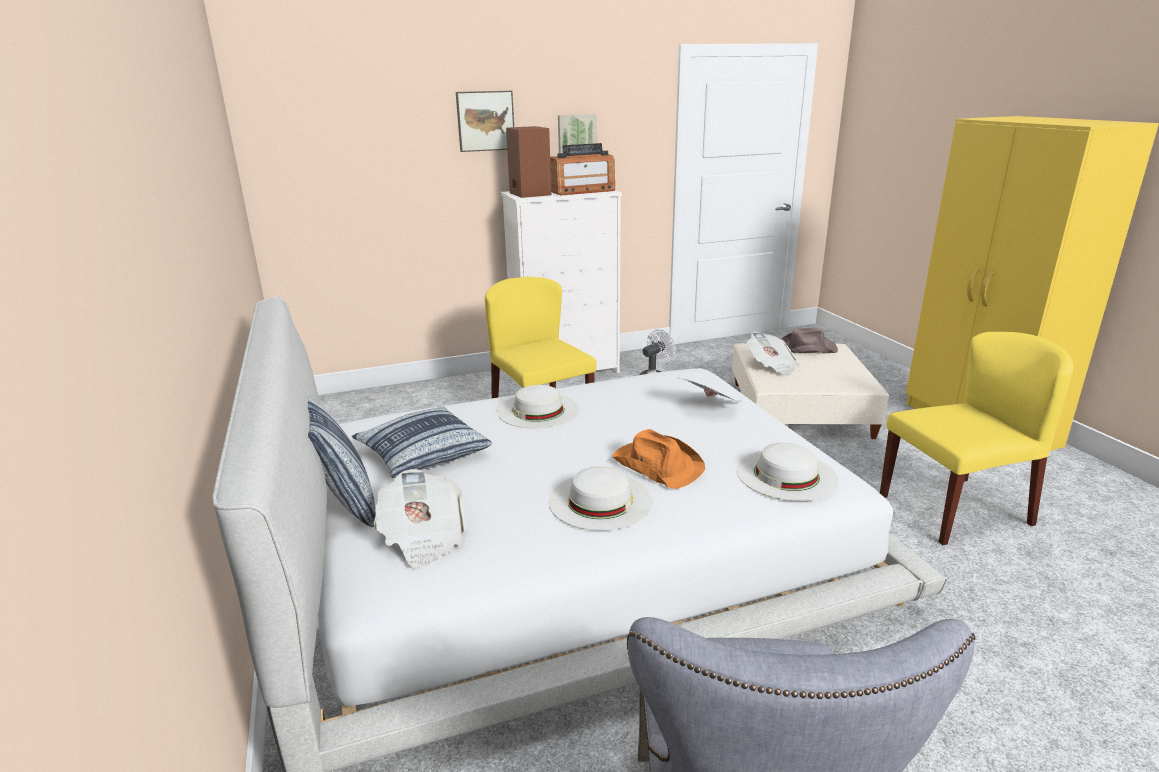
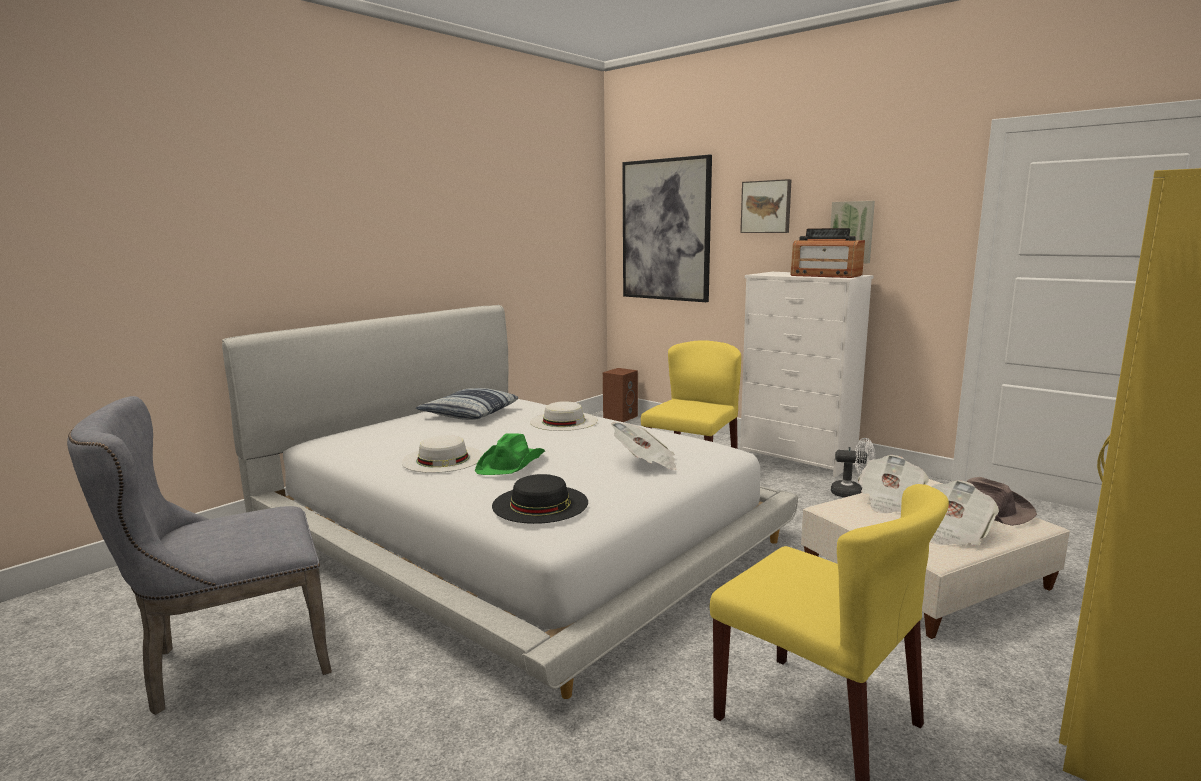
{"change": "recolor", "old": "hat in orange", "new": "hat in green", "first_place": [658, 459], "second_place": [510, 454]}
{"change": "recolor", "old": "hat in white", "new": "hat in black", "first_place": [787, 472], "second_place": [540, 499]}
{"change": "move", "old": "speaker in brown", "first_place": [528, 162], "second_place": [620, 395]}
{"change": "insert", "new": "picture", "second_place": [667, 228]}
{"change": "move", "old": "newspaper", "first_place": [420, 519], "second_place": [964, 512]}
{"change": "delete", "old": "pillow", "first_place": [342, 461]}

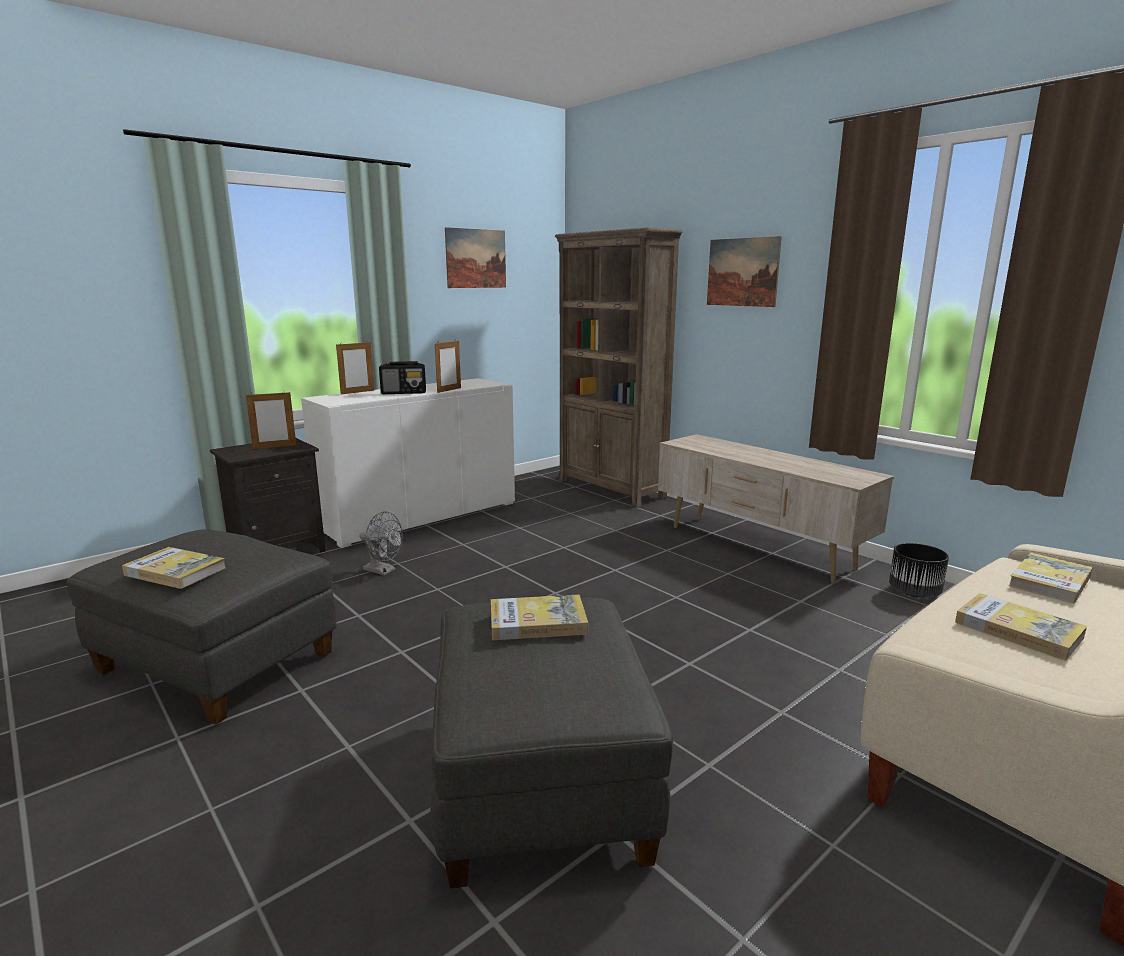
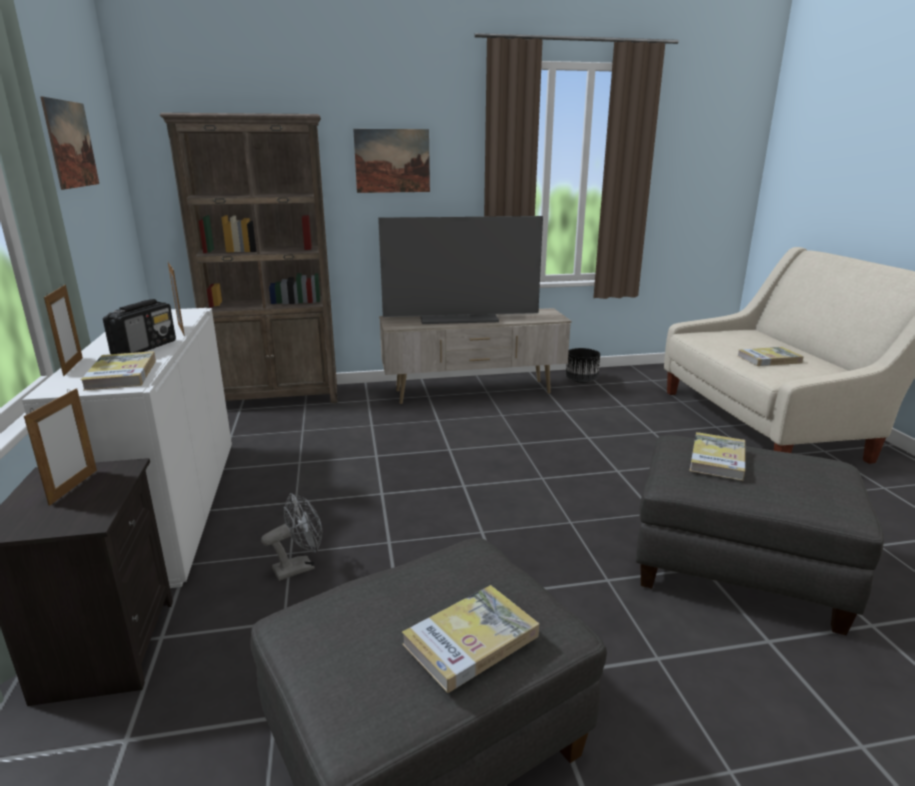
{"change": "move", "old": "book", "first_place": [1050, 578], "second_place": [118, 371]}
{"change": "insert", "new": "television", "second_place": [460, 270]}

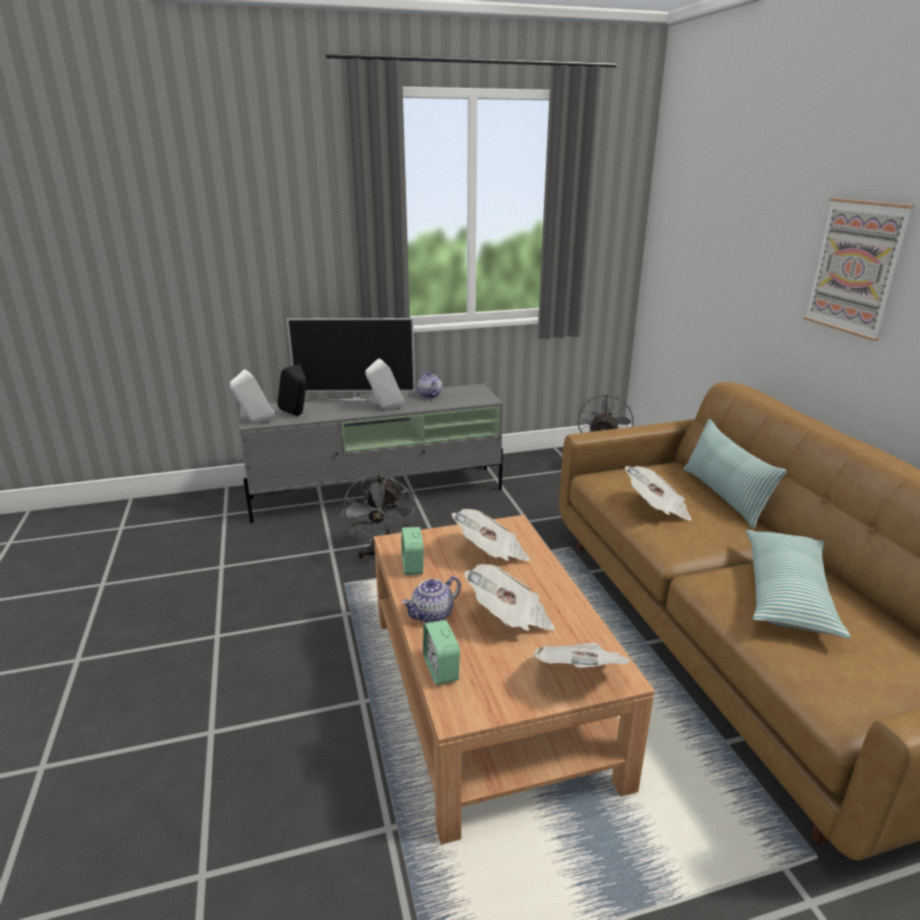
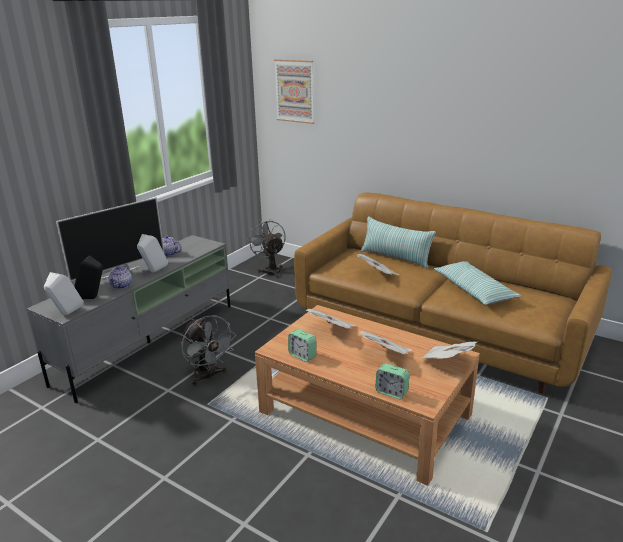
{"change": "move", "old": "teapot", "first_place": [431, 599], "second_place": [120, 276]}
{"change": "move", "old": "picture", "first_place": [859, 269], "second_place": [294, 91]}

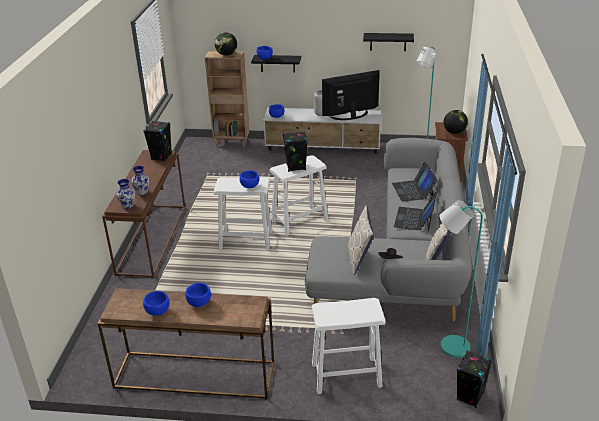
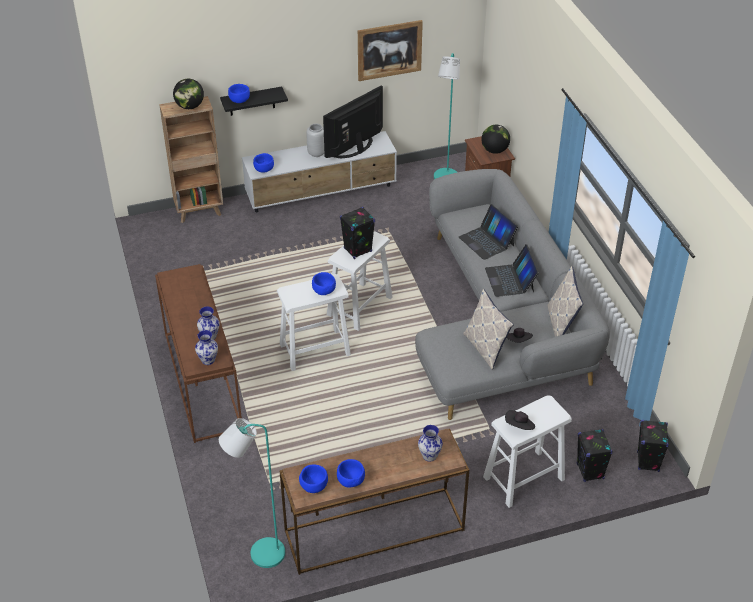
{"change": "move", "old": "floor lamp in turquoise", "first_place": [461, 279], "second_place": [252, 493]}
{"change": "move", "old": "bowl in blue", "first_place": [198, 295], "second_place": [313, 479]}
{"change": "replace", "old": "shelf in black", "new": "picture", "first_place": [388, 42], "second_place": [390, 50]}
{"change": "insert", "new": "vase", "second_place": [430, 443]}
{"change": "insert", "new": "hat in black", "second_place": [520, 420]}
{"change": "move", "old": "speaker in black", "first_place": [158, 141], "second_place": [595, 455]}

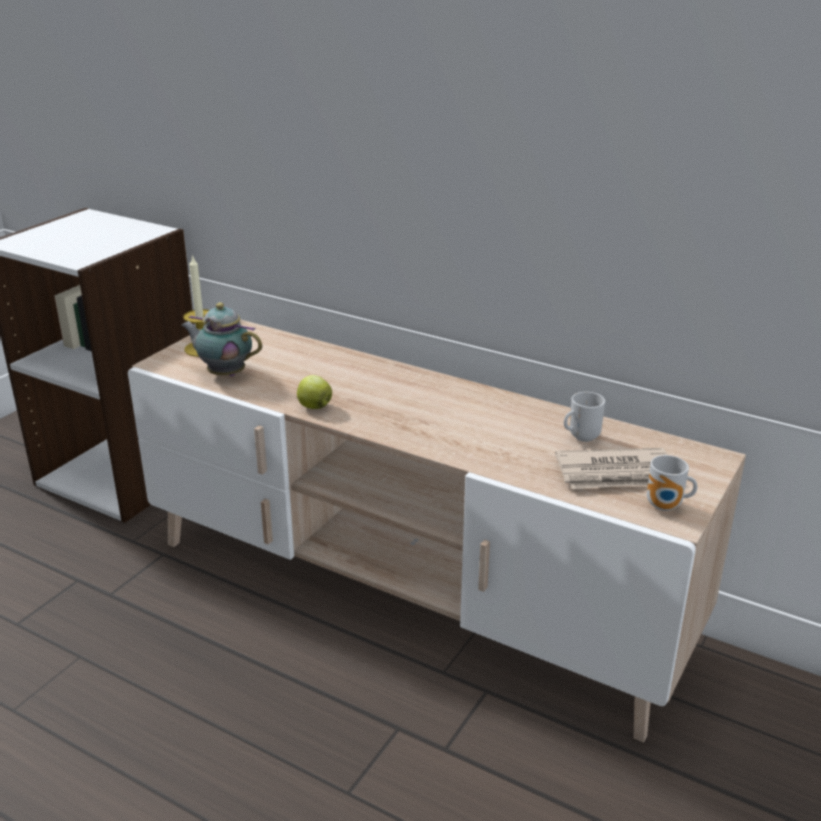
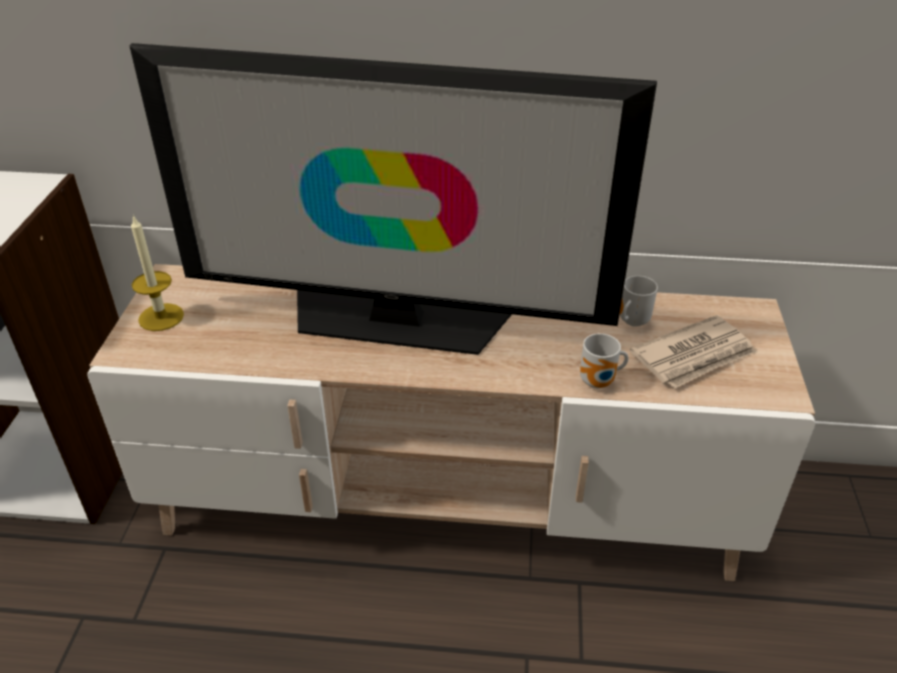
{"change": "insert", "new": "television", "second_place": [393, 199]}
{"change": "move", "old": "mug", "first_place": [672, 483], "second_place": [604, 360]}
{"change": "delete", "old": "teapot", "first_place": [221, 339]}
{"change": "delete", "old": "apple", "first_place": [314, 392]}

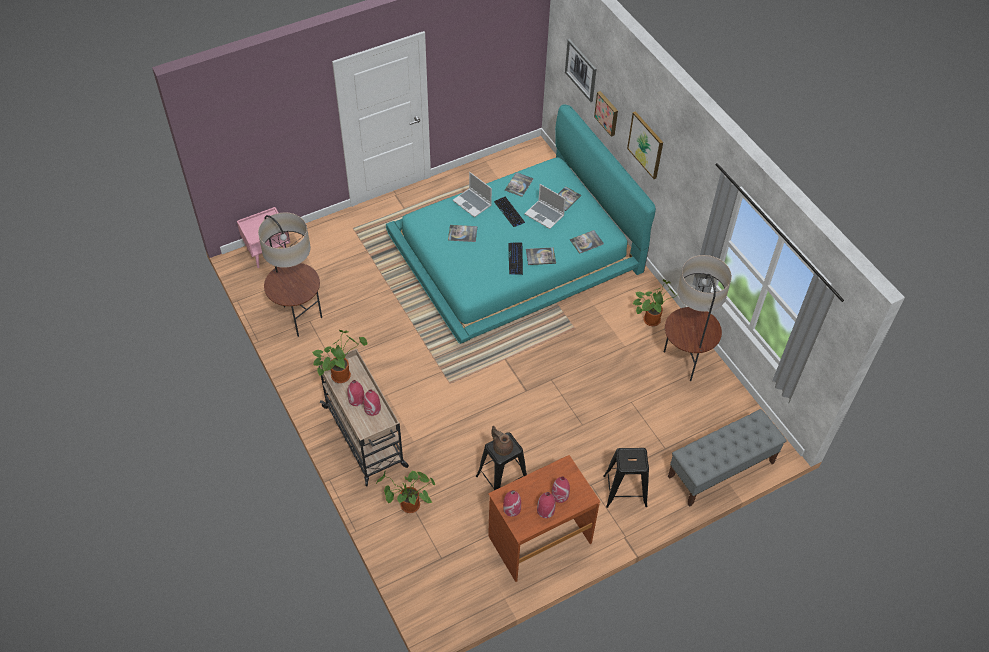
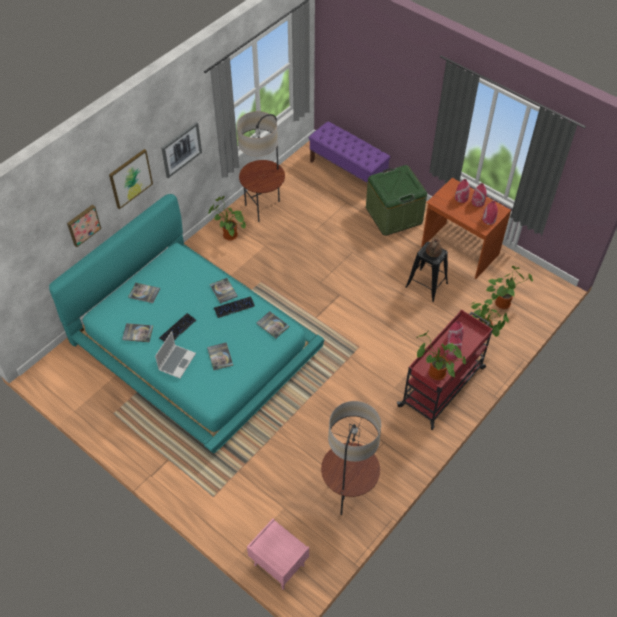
{"change": "move", "old": "picture", "first_place": [580, 70], "second_place": [181, 150]}
{"change": "move", "old": "book", "first_place": [587, 242], "second_place": [272, 324]}
{"change": "recolor", "old": "bench in grey", "new": "bench in purple", "first_place": [727, 458], "second_place": [349, 152]}
{"change": "replace", "old": "stool in black", "new": "storage box in green", "first_place": [626, 478], "second_place": [396, 200]}
{"change": "recolor", "old": "cart in beige", "new": "cart in red", "first_place": [364, 417], "second_place": [445, 370]}
{"change": "insert", "new": "potted plant", "second_place": [509, 287]}
{"change": "delete", "old": "laptop", "first_place": [545, 206]}

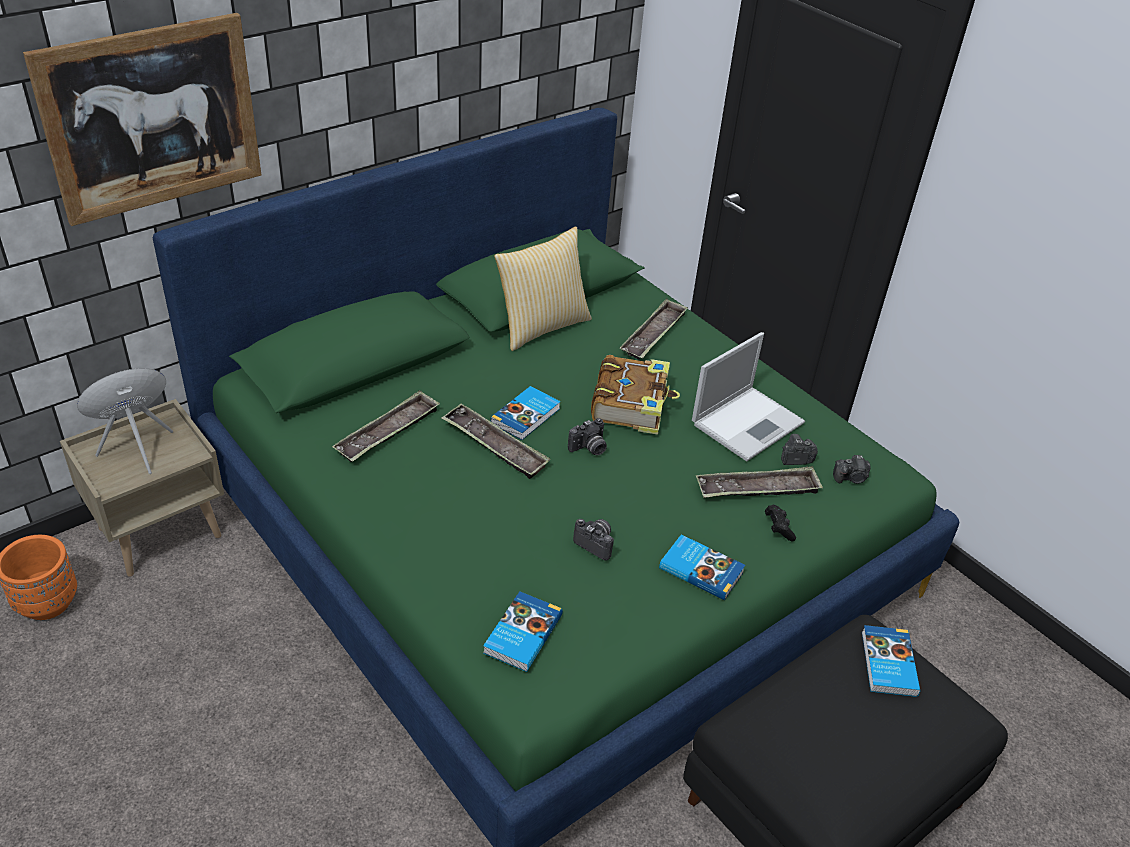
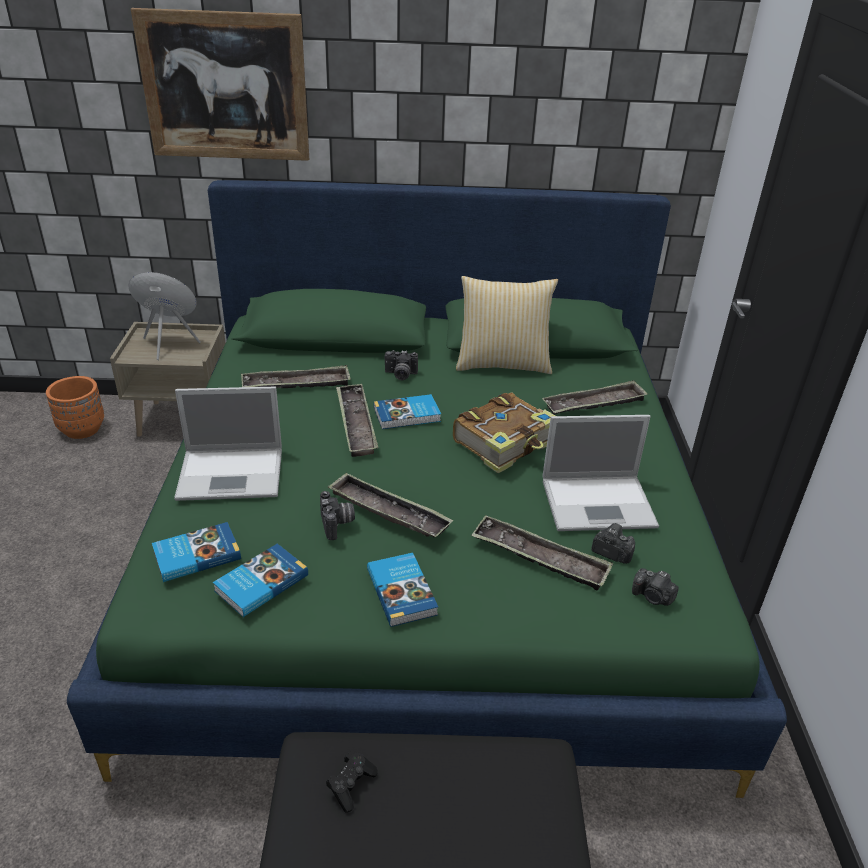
{"change": "insert", "new": "laptop", "second_place": [228, 444]}
{"change": "move", "old": "book", "first_place": [891, 661], "second_place": [260, 580]}
{"change": "move", "old": "game controller in black", "first_place": [780, 523], "second_place": [352, 781]}
{"change": "insert", "new": "tray", "second_place": [390, 504]}
{"change": "move", "old": "photo camera", "first_place": [587, 436], "second_place": [401, 365]}

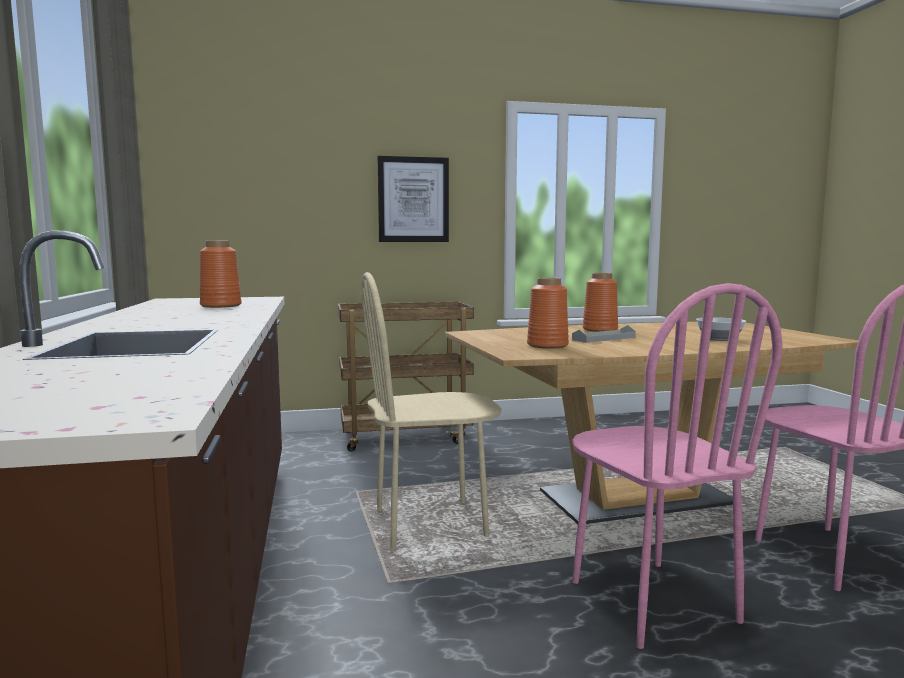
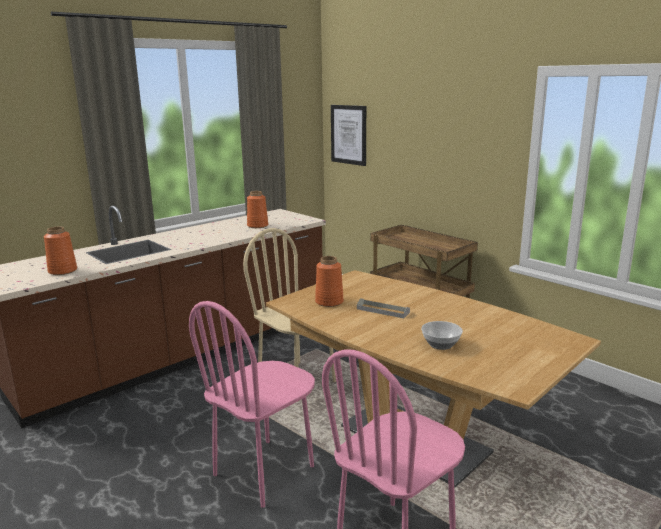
{"change": "move", "old": "vase in orange", "first_place": [600, 302], "second_place": [60, 251]}
{"change": "move", "old": "picture", "first_place": [413, 199], "second_place": [348, 135]}

